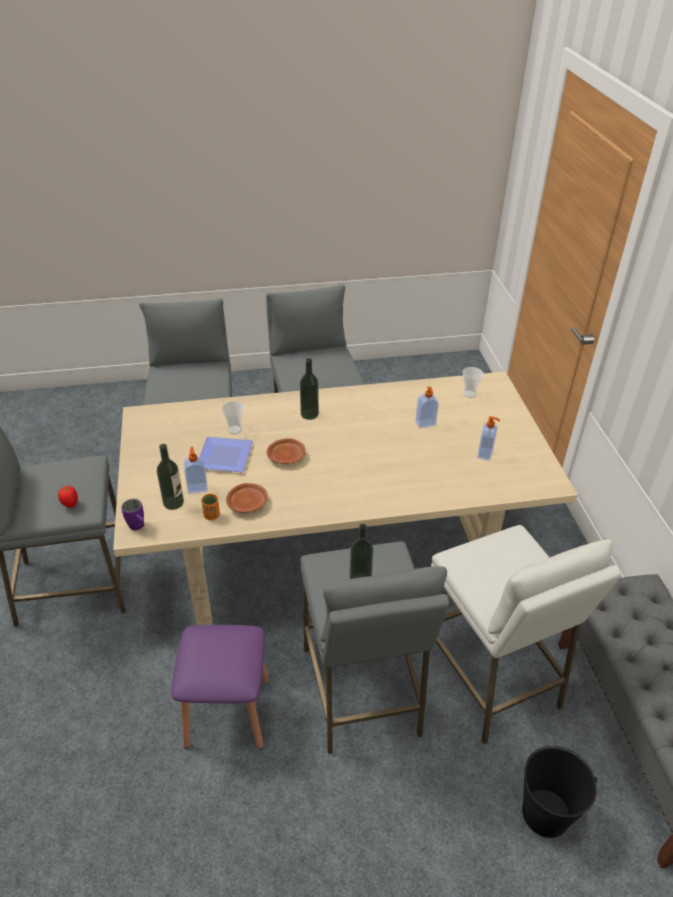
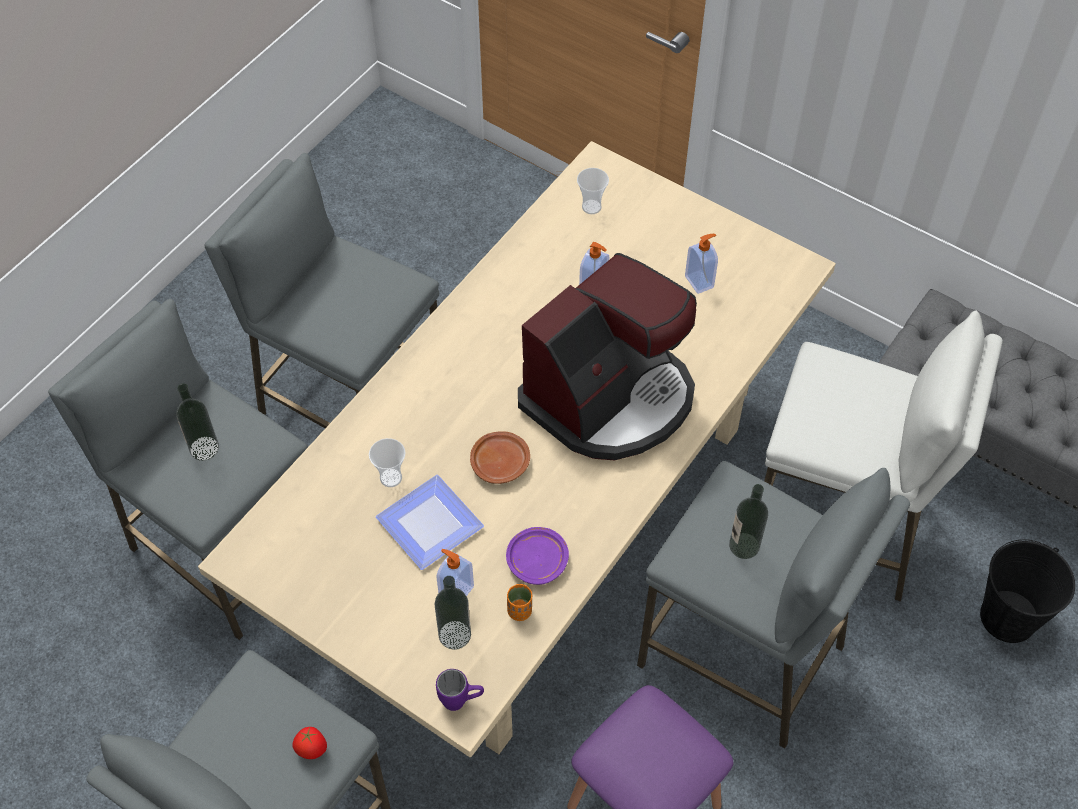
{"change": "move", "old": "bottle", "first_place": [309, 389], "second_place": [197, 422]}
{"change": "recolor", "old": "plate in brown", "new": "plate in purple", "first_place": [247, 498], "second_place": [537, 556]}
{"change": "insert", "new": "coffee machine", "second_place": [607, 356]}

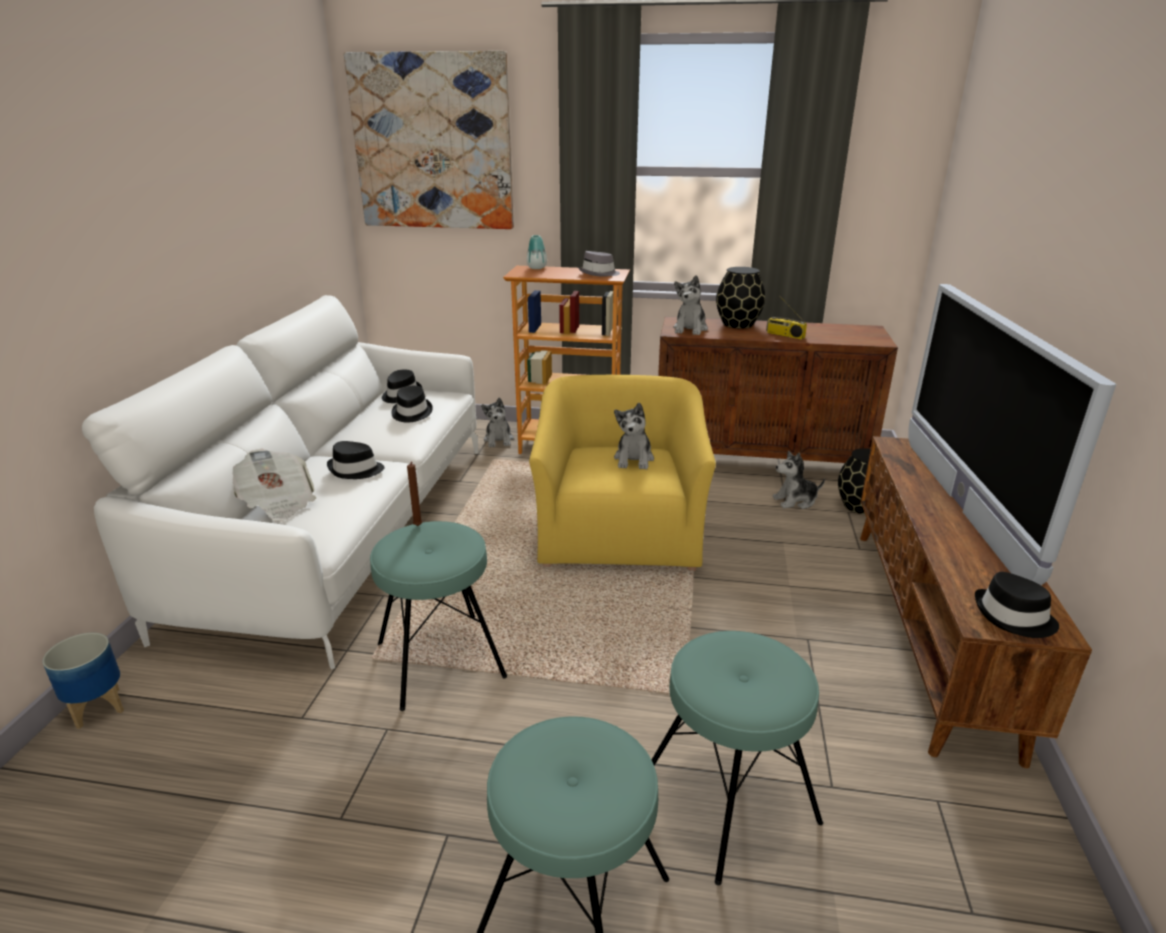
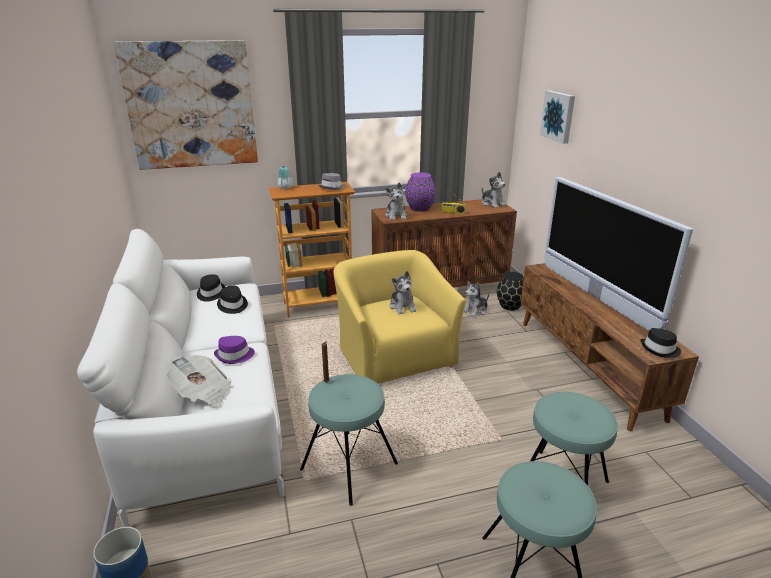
{"change": "recolor", "old": "hat in black", "new": "hat in purple", "first_place": [356, 460], "second_place": [234, 350]}
{"change": "recolor", "old": "vase in black", "new": "vase in purple", "first_place": [740, 298], "second_place": [420, 192]}
{"change": "move", "old": "plush toy", "first_place": [497, 422], "second_place": [494, 190]}
{"change": "insert", "new": "picture", "second_place": [557, 117]}

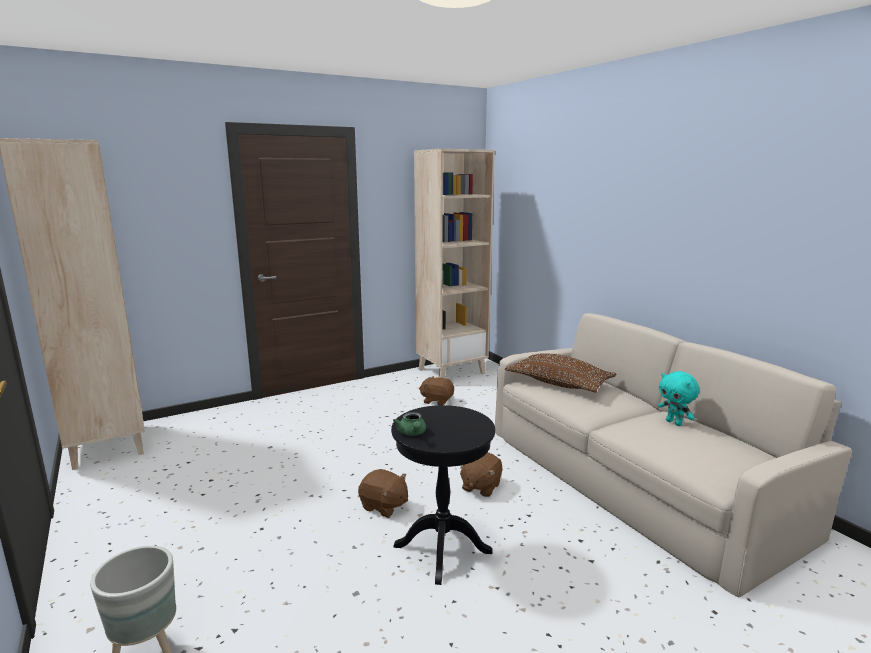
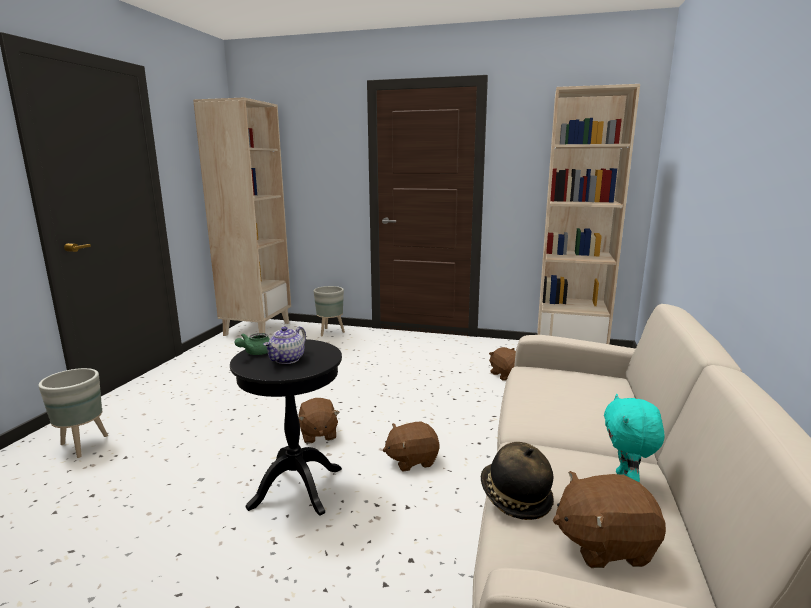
{"change": "insert", "new": "teapot", "second_place": [284, 345]}
{"change": "insert", "new": "planter in grey", "second_place": [329, 311]}
{"change": "insert", "new": "hat", "second_place": [517, 481]}
{"change": "insert", "new": "plush toy in brown", "second_place": [609, 519]}
{"change": "delete", "old": "pillow in brown", "first_place": [560, 373]}

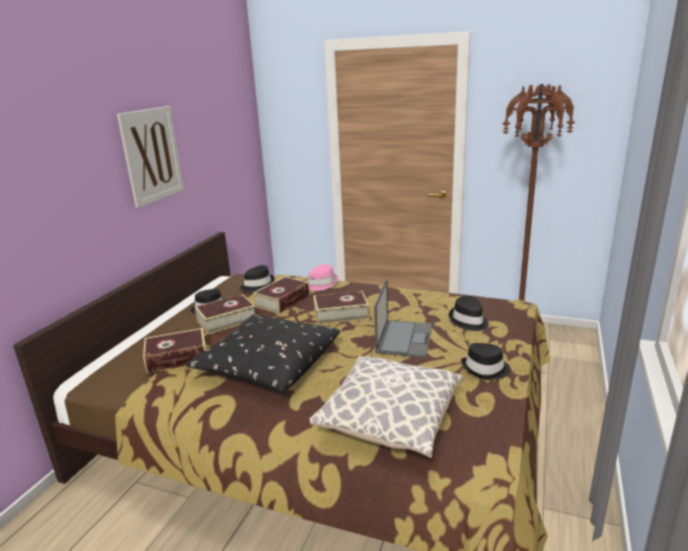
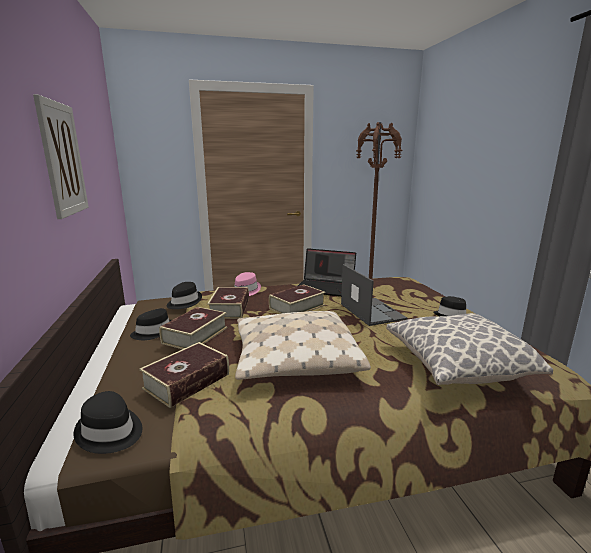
{"change": "move", "old": "hat in black", "first_place": [469, 313], "second_place": [108, 422]}
{"change": "recolor", "old": "pillow in black", "new": "pillow in beige", "first_place": [262, 353], "second_place": [303, 345]}
{"change": "insert", "new": "laptop", "second_place": [327, 272]}

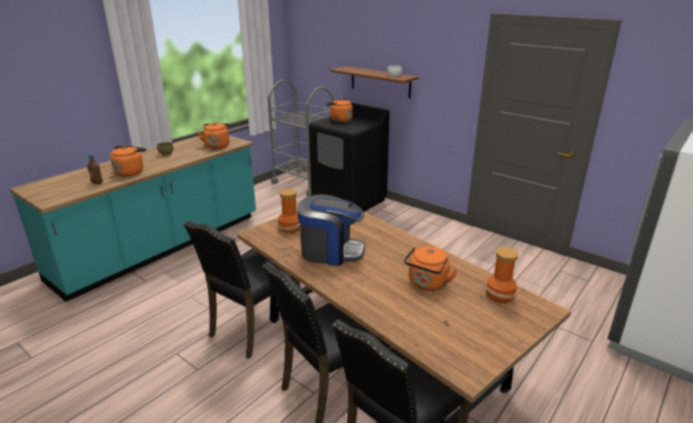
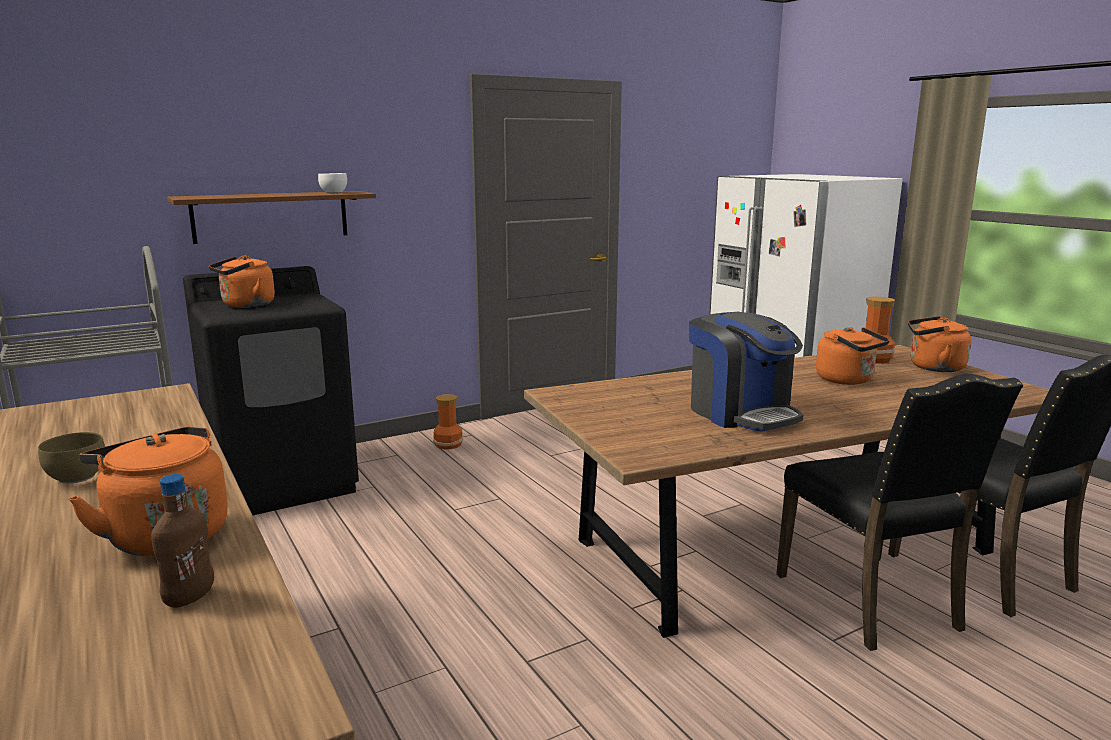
{"change": "move", "old": "vase", "first_place": [289, 211], "second_place": [448, 422]}
{"change": "rotate", "old": "coffee machine", "first_place": [331, 230], "second_place": [746, 372], "degrees": 120}
{"change": "move", "old": "kettle in orange", "first_place": [213, 136], "second_place": [939, 344]}
{"change": "delete", "old": "chair in black", "first_place": [242, 290]}

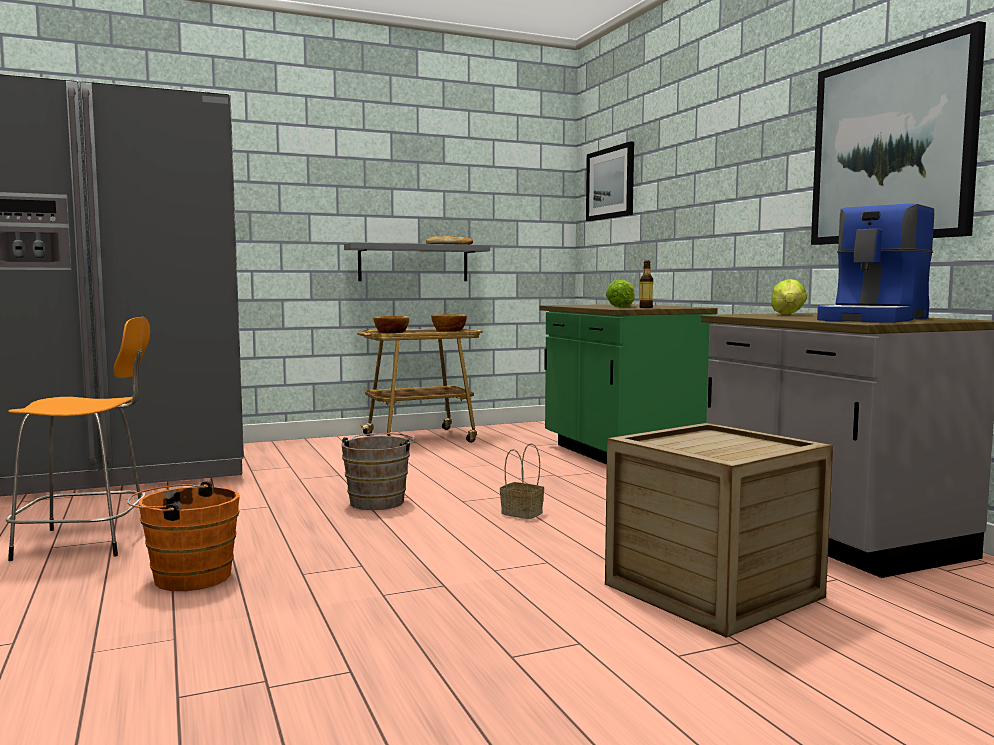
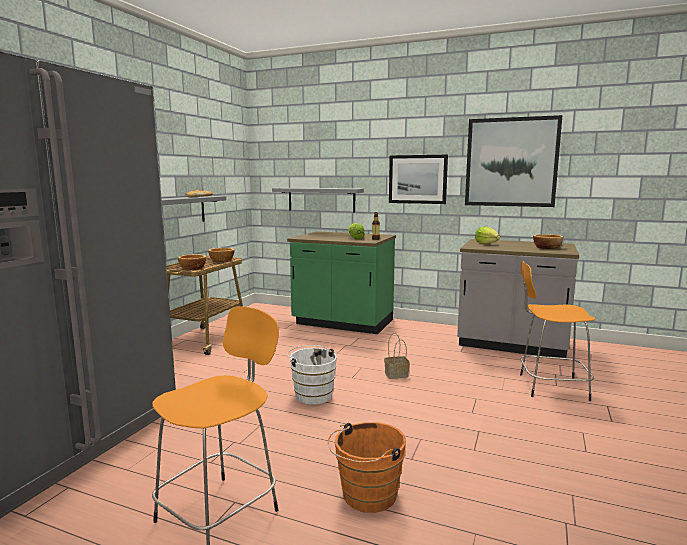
{"change": "insert", "new": "shelf in grey", "second_place": [318, 200]}
{"change": "recolor", "old": "bucket in brown", "new": "bucket in white", "first_place": [378, 471], "second_place": [312, 375]}
{"change": "move", "old": "picture", "first_place": [610, 181], "second_place": [418, 179]}
{"change": "replace", "old": "crate", "new": "stool in orange", "first_place": [719, 530], "second_place": [557, 331]}
{"change": "replace", "old": "coffee machine", "new": "bowl", "first_place": [875, 263], "second_place": [548, 241]}

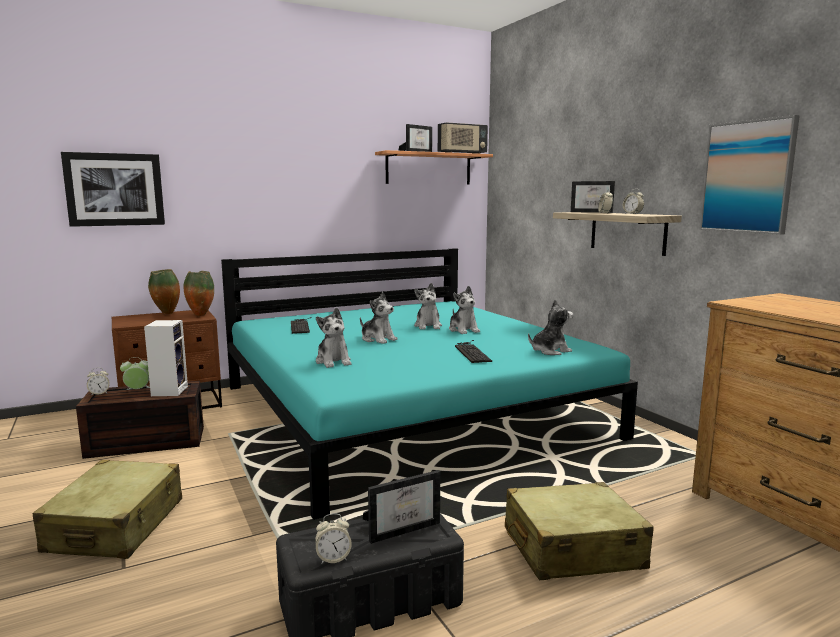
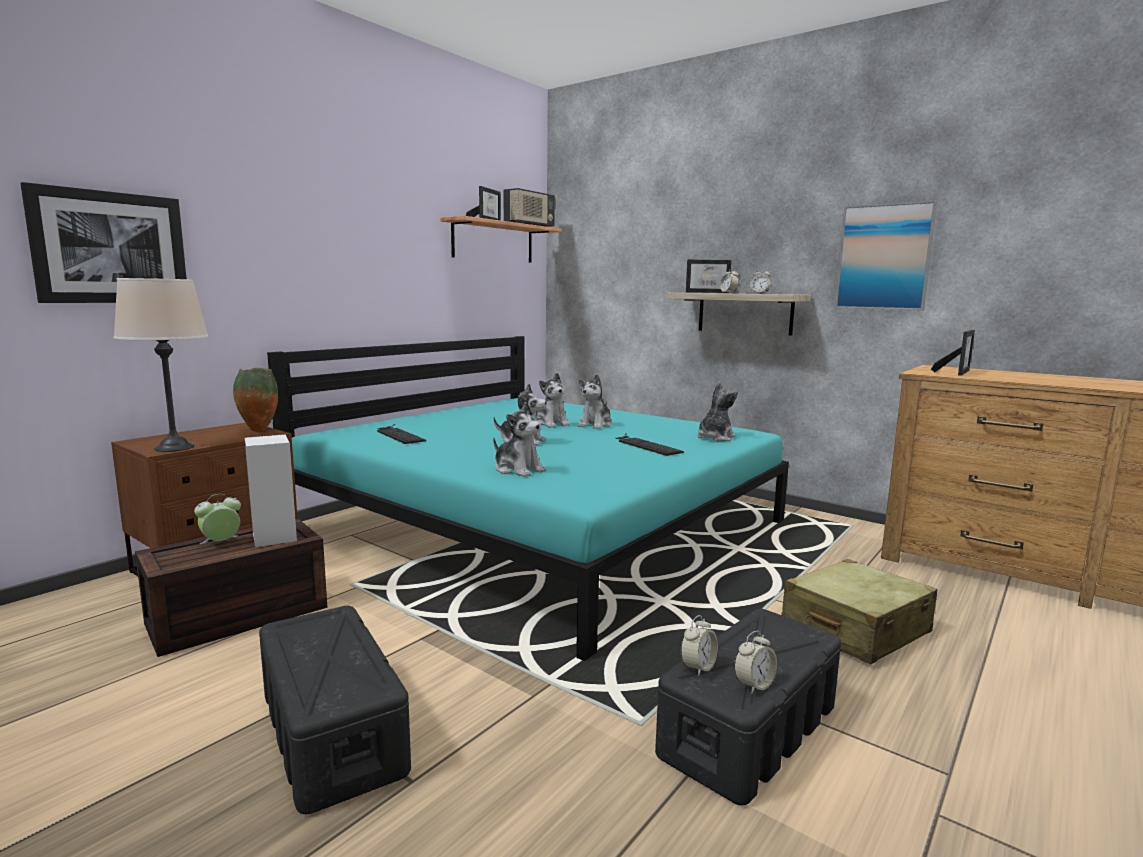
{"change": "insert", "new": "table lamp in beige", "second_place": [161, 365]}
{"change": "replace", "old": "suitcase in beige", "new": "storage box in black", "first_place": [107, 509], "second_place": [335, 710]}
{"change": "rotate", "old": "plush toy", "first_place": [464, 310], "second_place": [595, 401], "degrees": 75}
{"change": "move", "old": "alarm clock", "first_place": [98, 382], "second_place": [699, 645]}
{"change": "move", "old": "picture frame", "first_place": [401, 507], "second_place": [953, 353]}
{"change": "delete", "old": "vase", "first_place": [164, 291]}

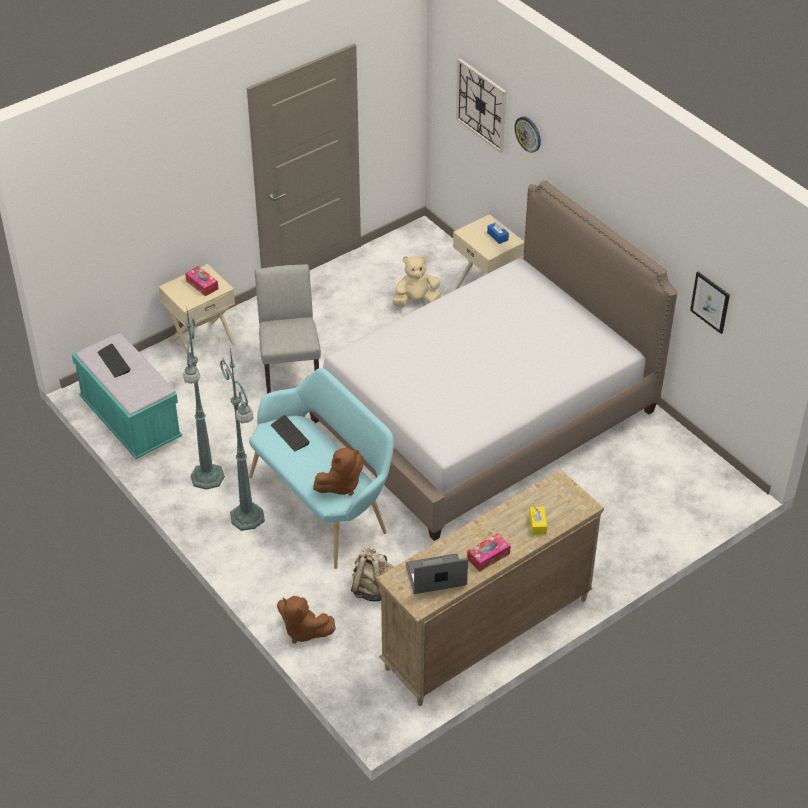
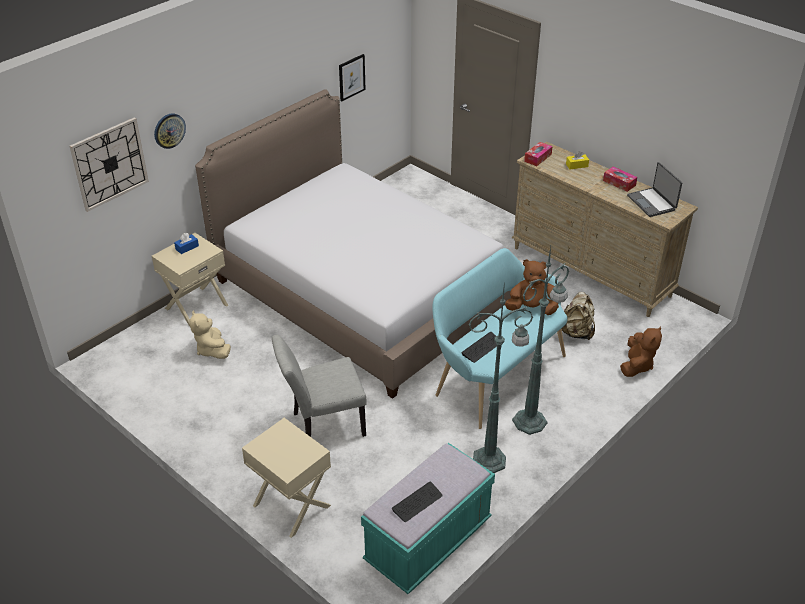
{"change": "rotate", "old": "plush toy in brown", "first_place": [338, 471], "second_place": [532, 287], "degrees": -45}
{"change": "move", "old": "tissue box", "first_place": [201, 281], "second_place": [538, 154]}

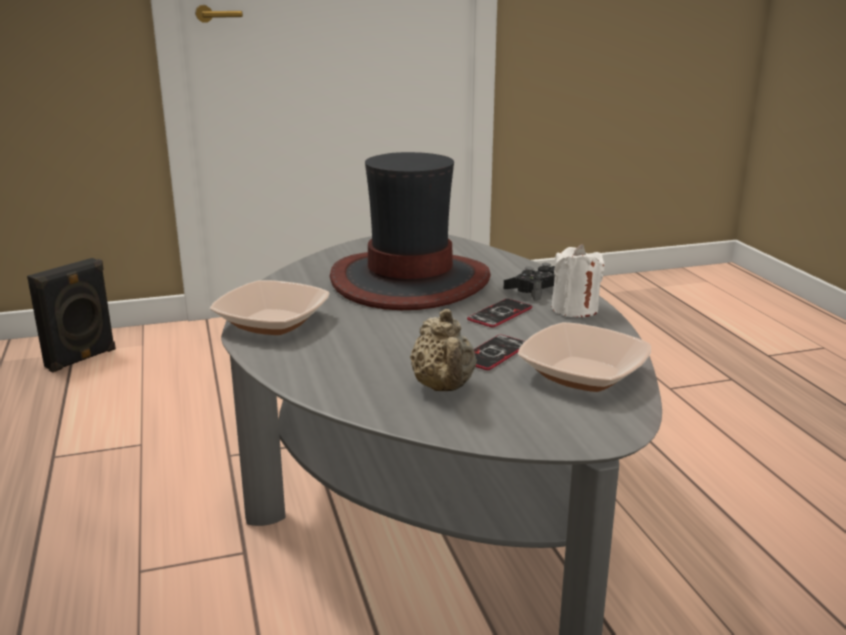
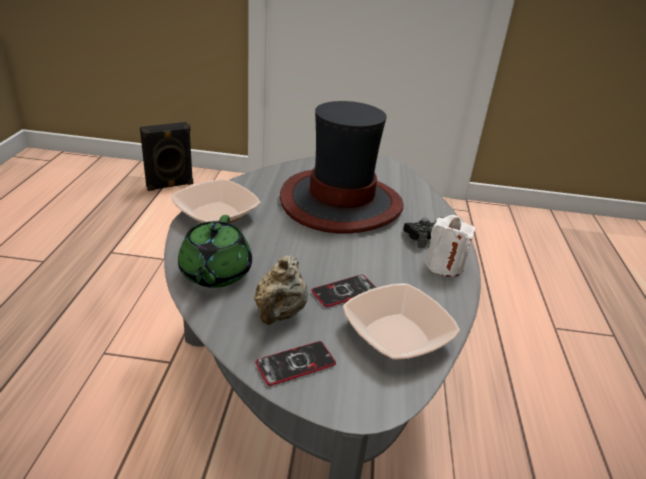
{"change": "insert", "new": "teapot in green", "second_place": [215, 251]}
{"change": "move", "old": "phone", "first_place": [499, 313], "second_place": [295, 363]}

